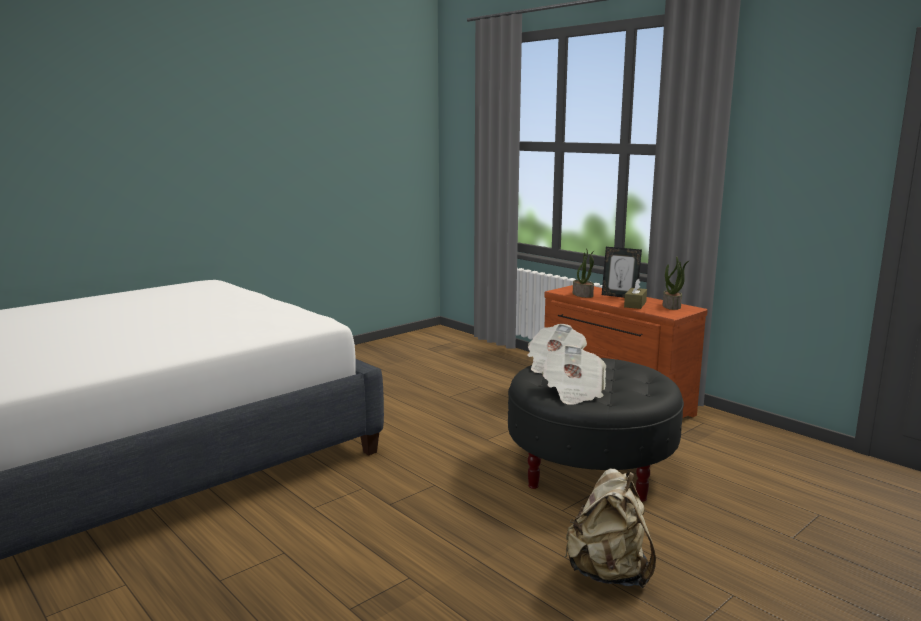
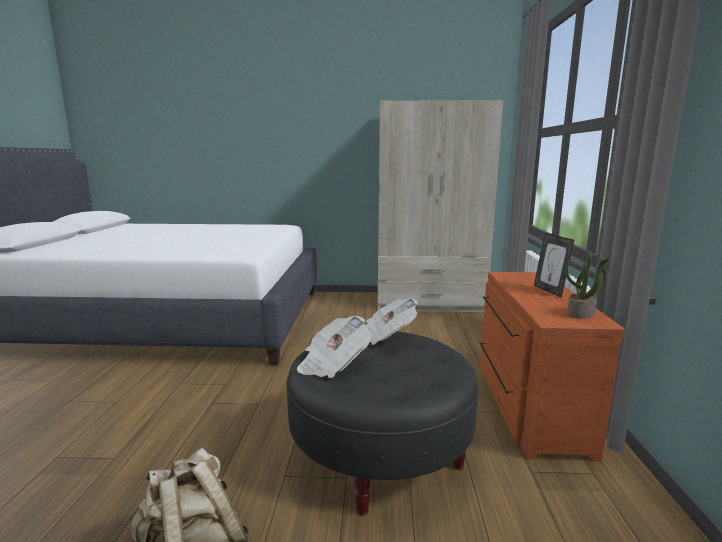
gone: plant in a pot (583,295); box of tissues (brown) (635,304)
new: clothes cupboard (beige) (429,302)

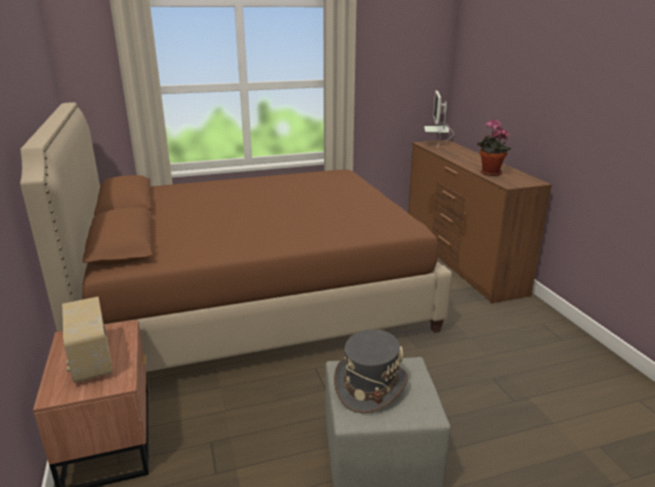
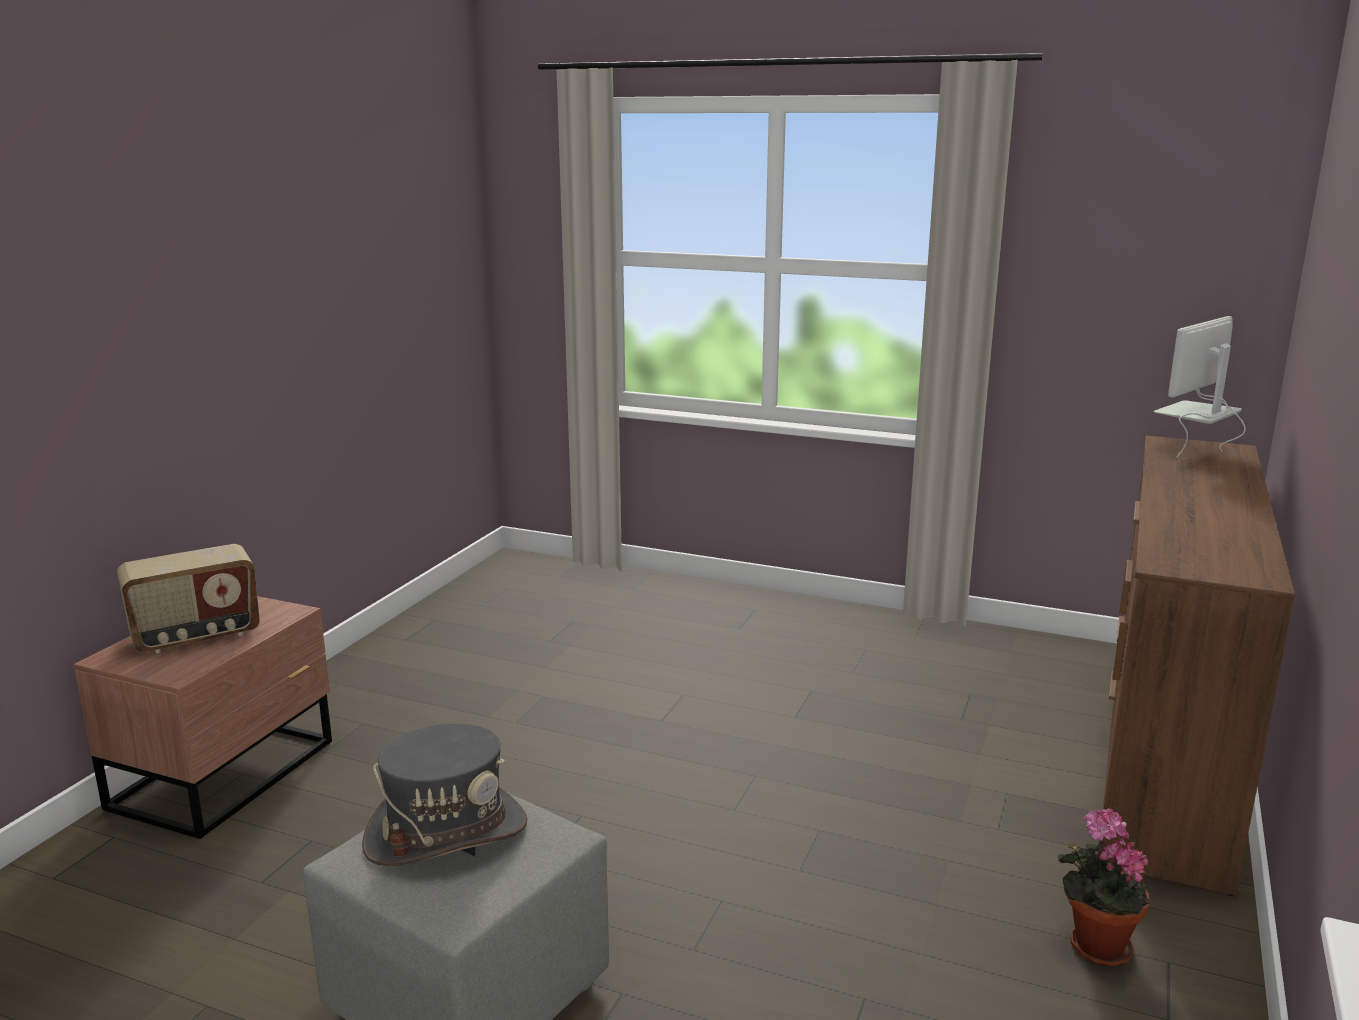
gone: sleeping bed (brown) (254,300)
shifted: plant in a pot (489,173) to (1094,946)
rotated: radio (90,361) = (196,637) 135 degrees counterclockwise

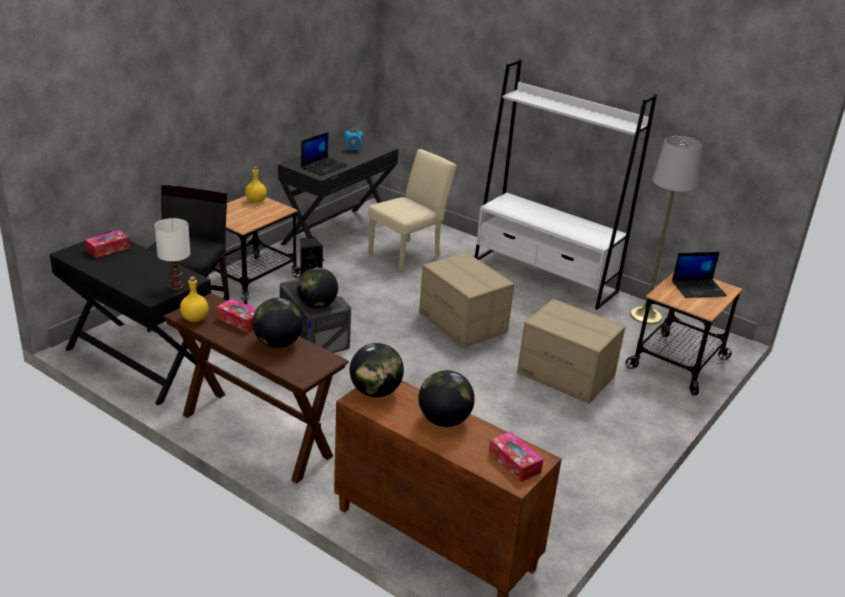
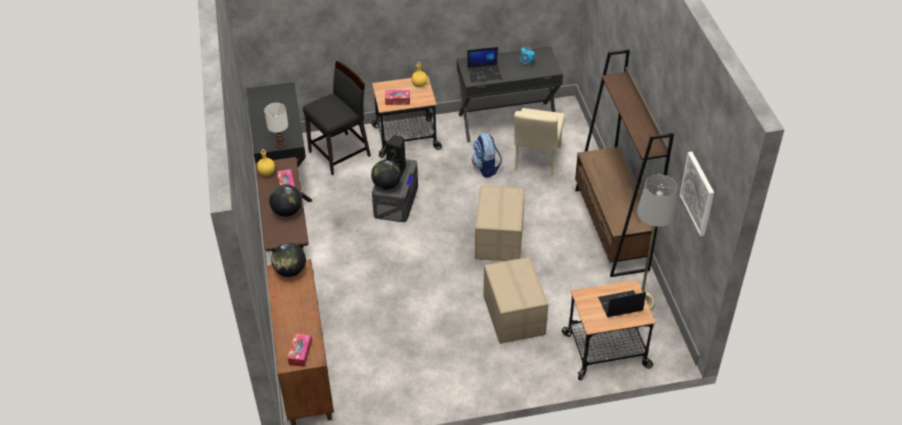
gone: world globe (444,420)
new: rucksack (486,168); picture (698,193)
shifted: box of tissues (108,249) to (397,100)
repainted: bookcase (whitish) (545,276) to bookcase (brown) (611,229)
rotated: plain chair (beige) (408,253) = (536,161) 105 degrees clockwise; notebook computer (698,288) = (620,305) 135 degrees clockwise

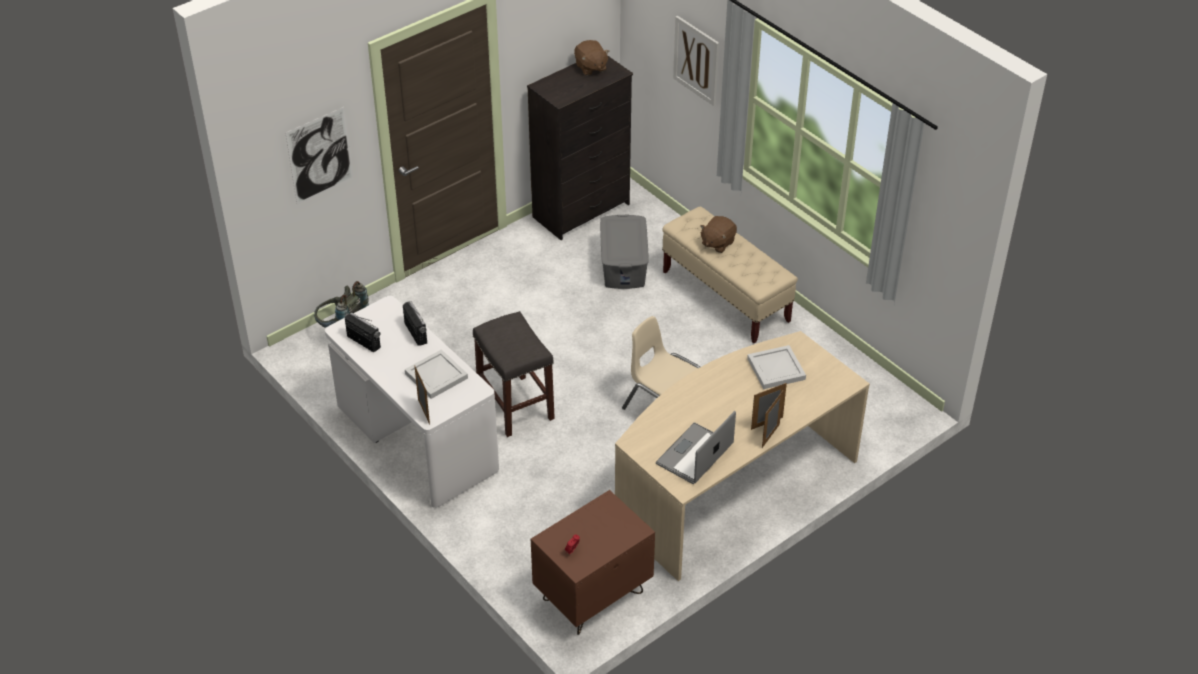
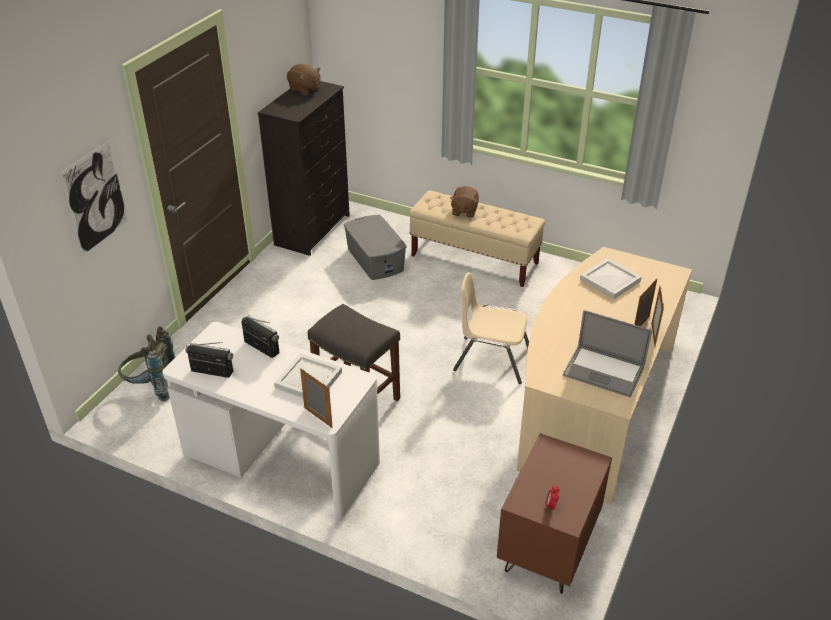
gone: picture (696,60)
rotated: notebook computer (694,454) = (603,371) 75 degrees counterclockwise

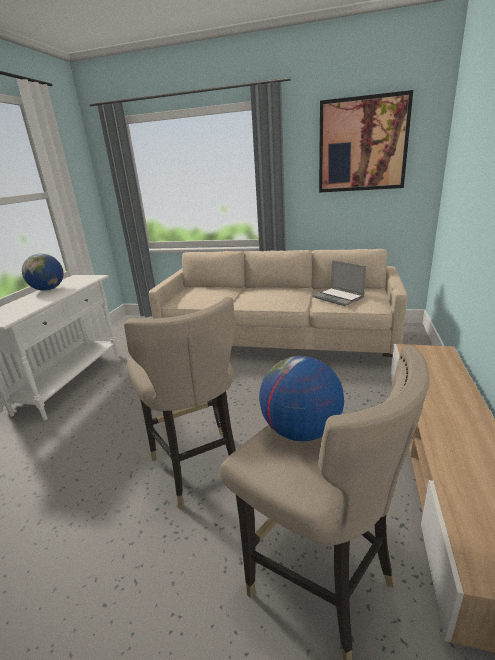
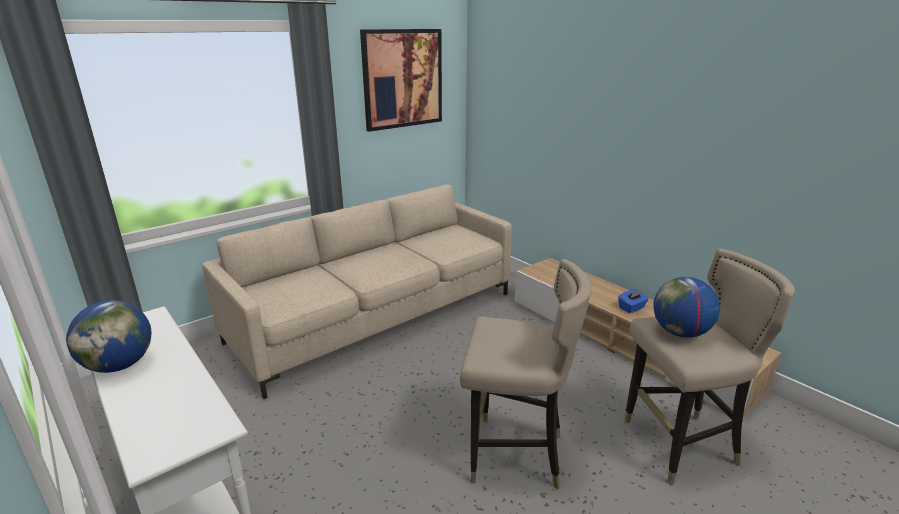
gone: notebook computer (339,298)
new: box of tissues (blue-coloured) (632,308)

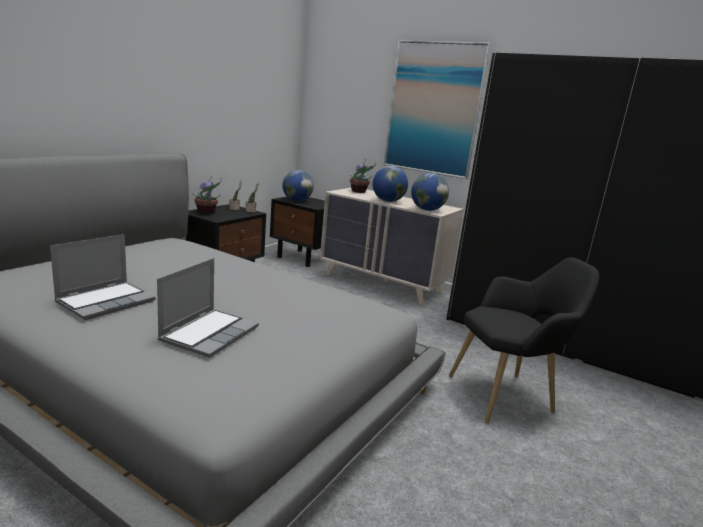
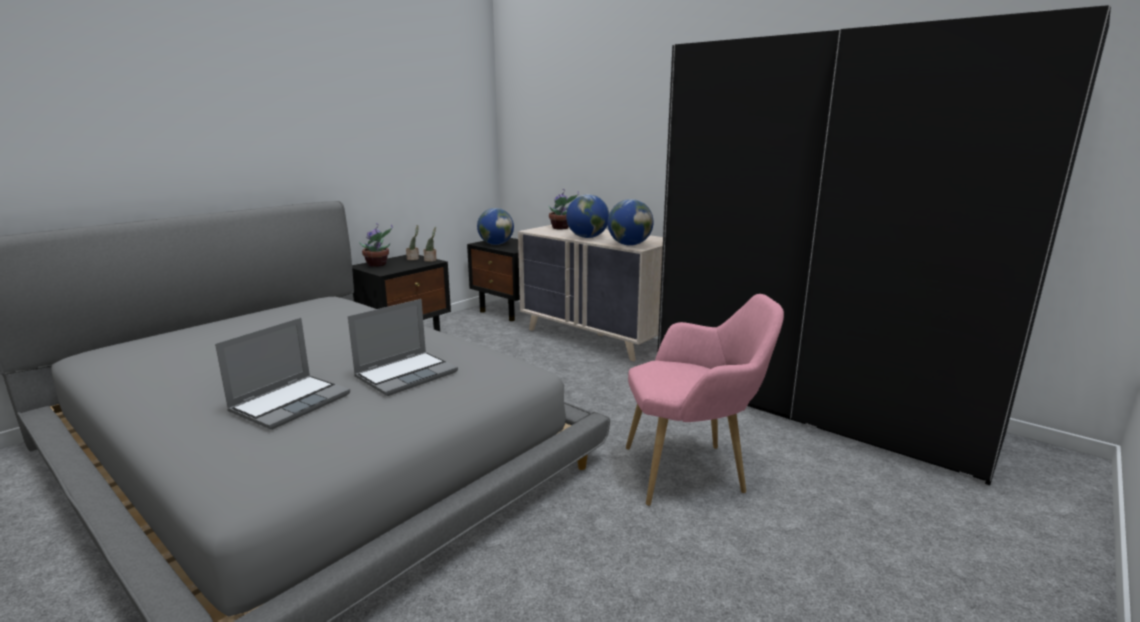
gone: picture (433,109)
shifted: notebook computer (106,301) to (407,374)
repainted: armchair (black-coloured) (507,396) to armchair (pink-coloured) (692,471)

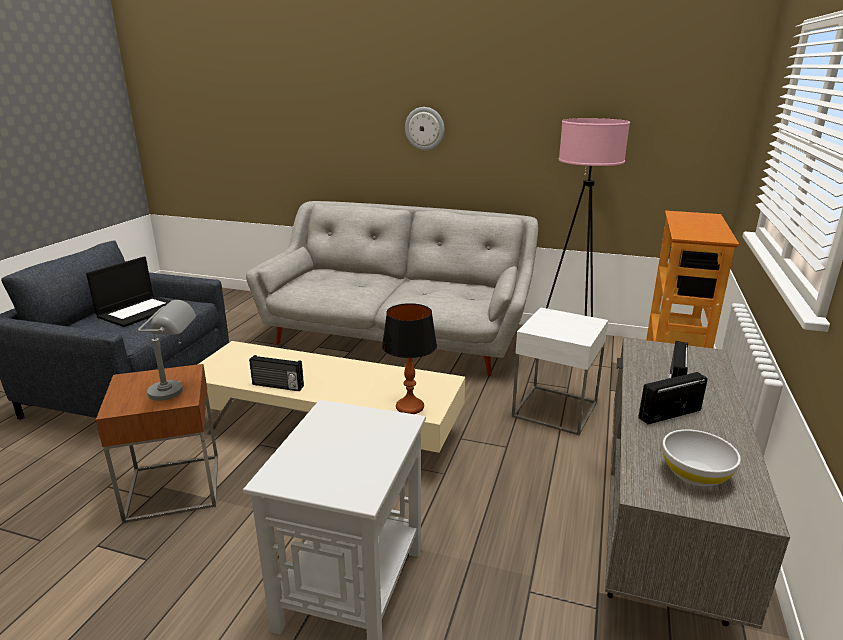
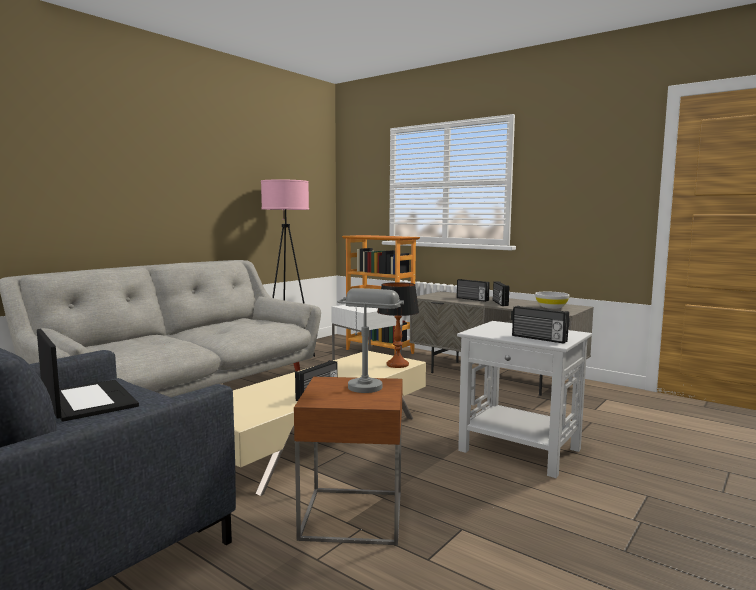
gone: hanging clock (424,128)
new: radio (538,338)

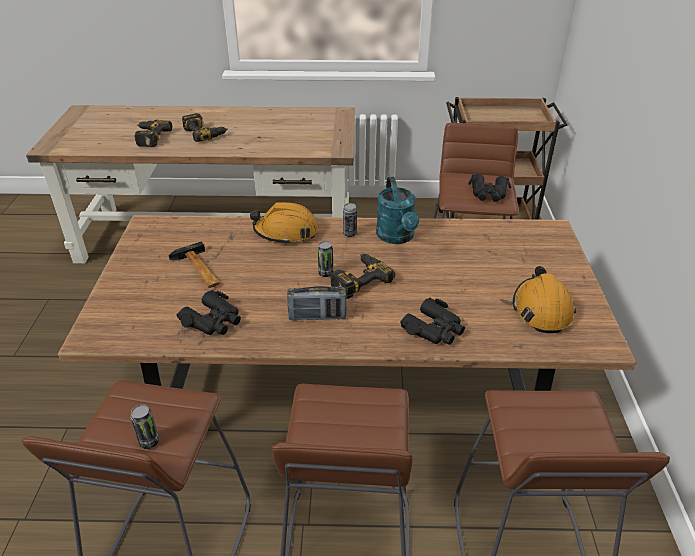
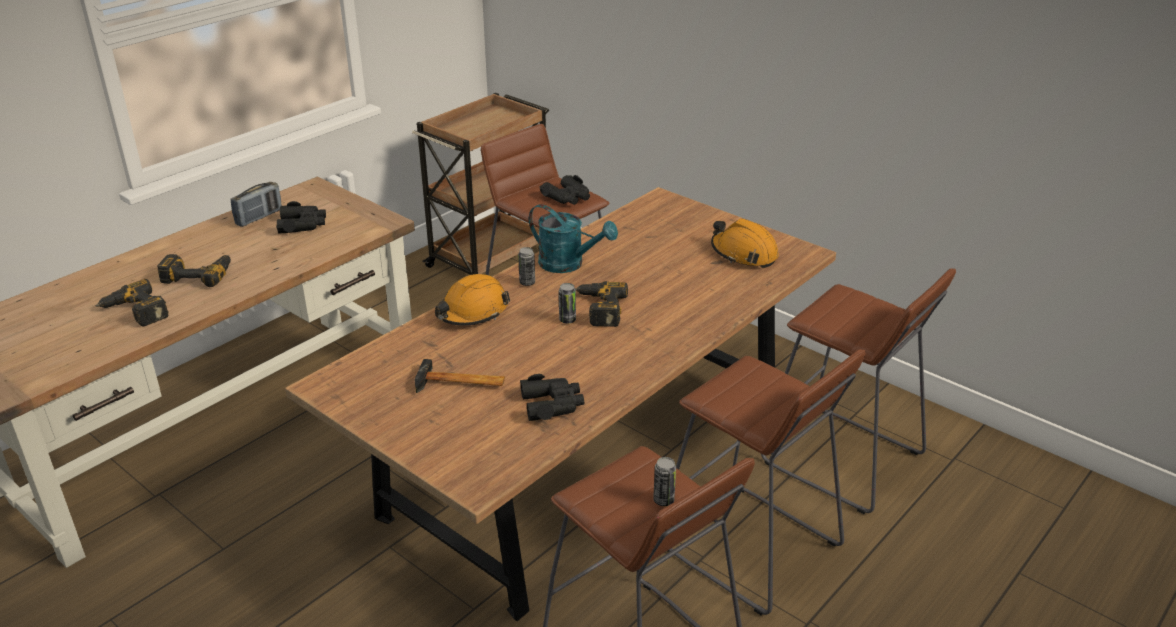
shifted: radio (317,316) to (259,217); field glasses (black-coloured) (434,329) to (302,224)

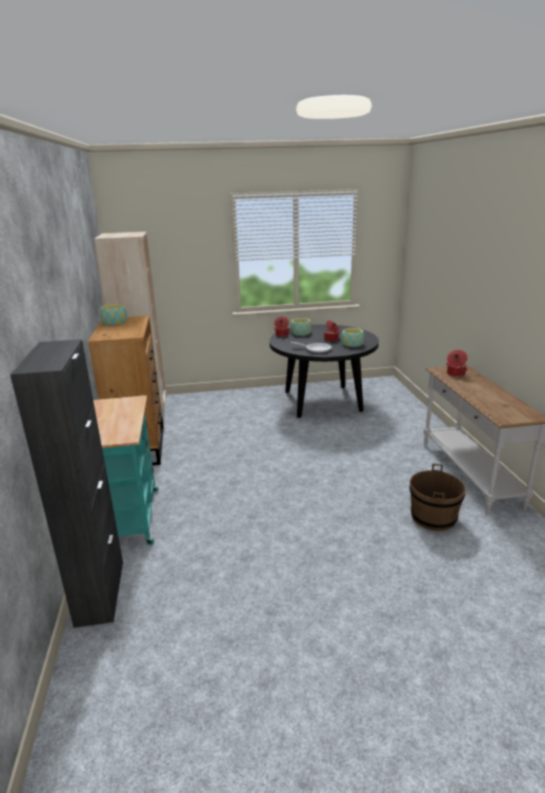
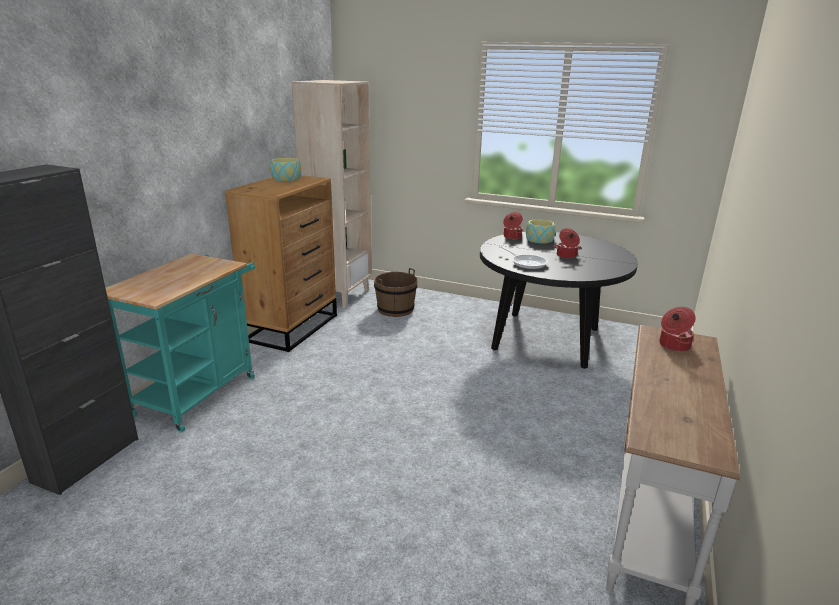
gone: serving bowl (352,343)
shifted: water bucket (brown) (433,517) to (395,309)

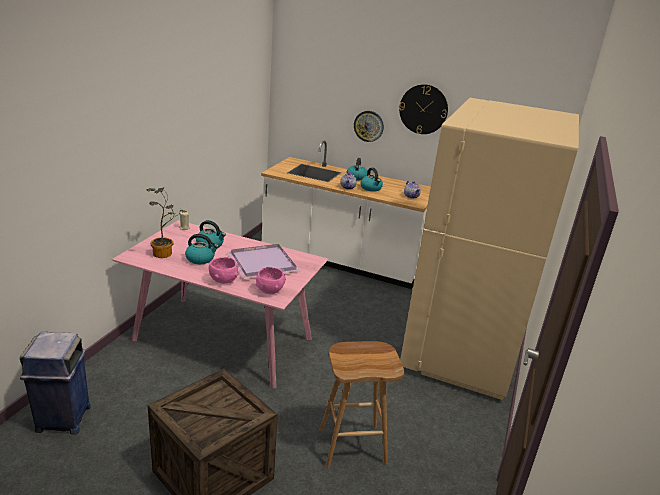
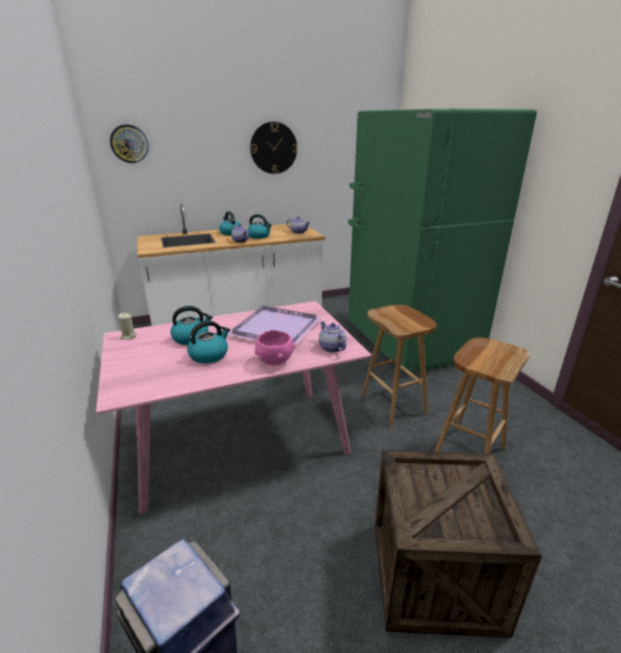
gone: plant in a pot (165,254)
new: sitting stool (brown) (394,405)
shifted: hanging clock (368,126) to (129,144)
swapped: serving bowl (pink-coloured) (269,291) to teapot (331,348)
repainted: fridge (beige) (461,350) to fridge (greenish) (410,341)

